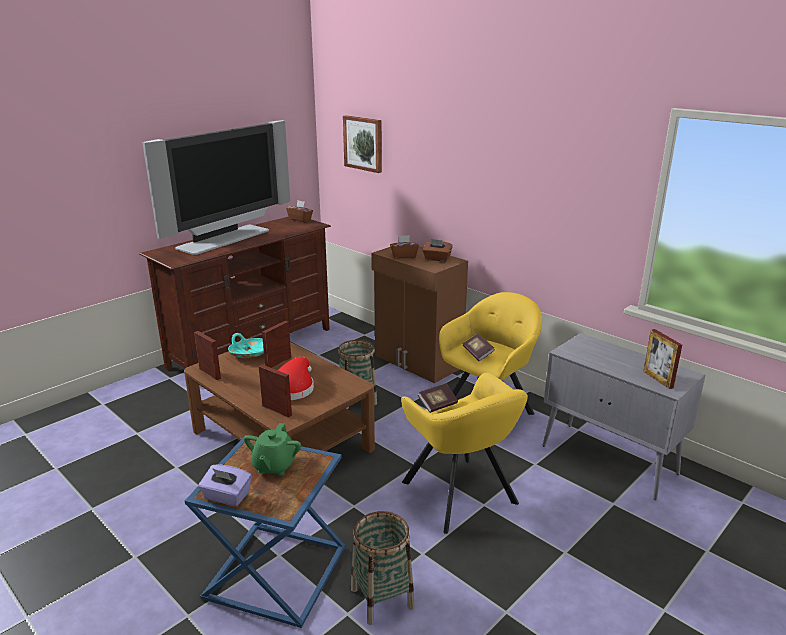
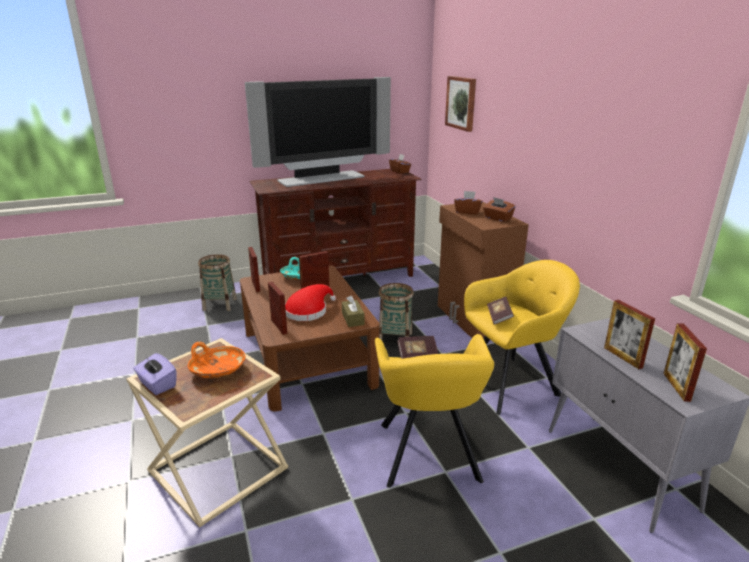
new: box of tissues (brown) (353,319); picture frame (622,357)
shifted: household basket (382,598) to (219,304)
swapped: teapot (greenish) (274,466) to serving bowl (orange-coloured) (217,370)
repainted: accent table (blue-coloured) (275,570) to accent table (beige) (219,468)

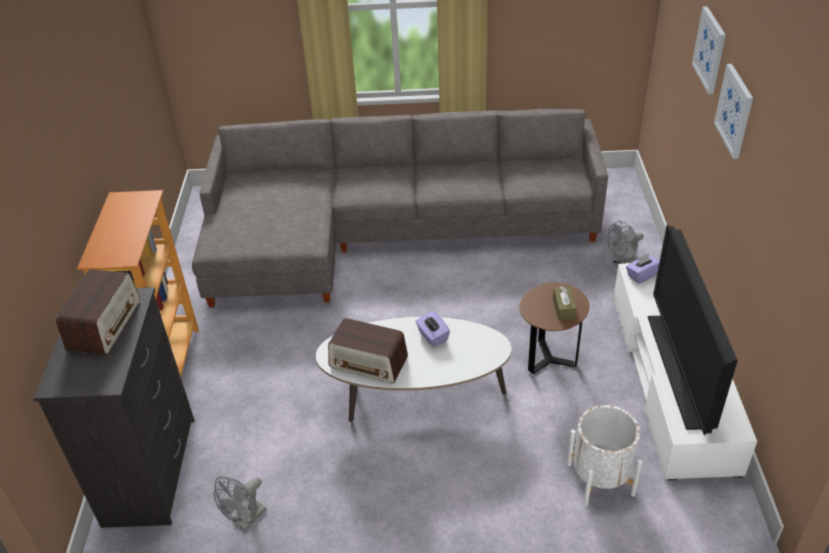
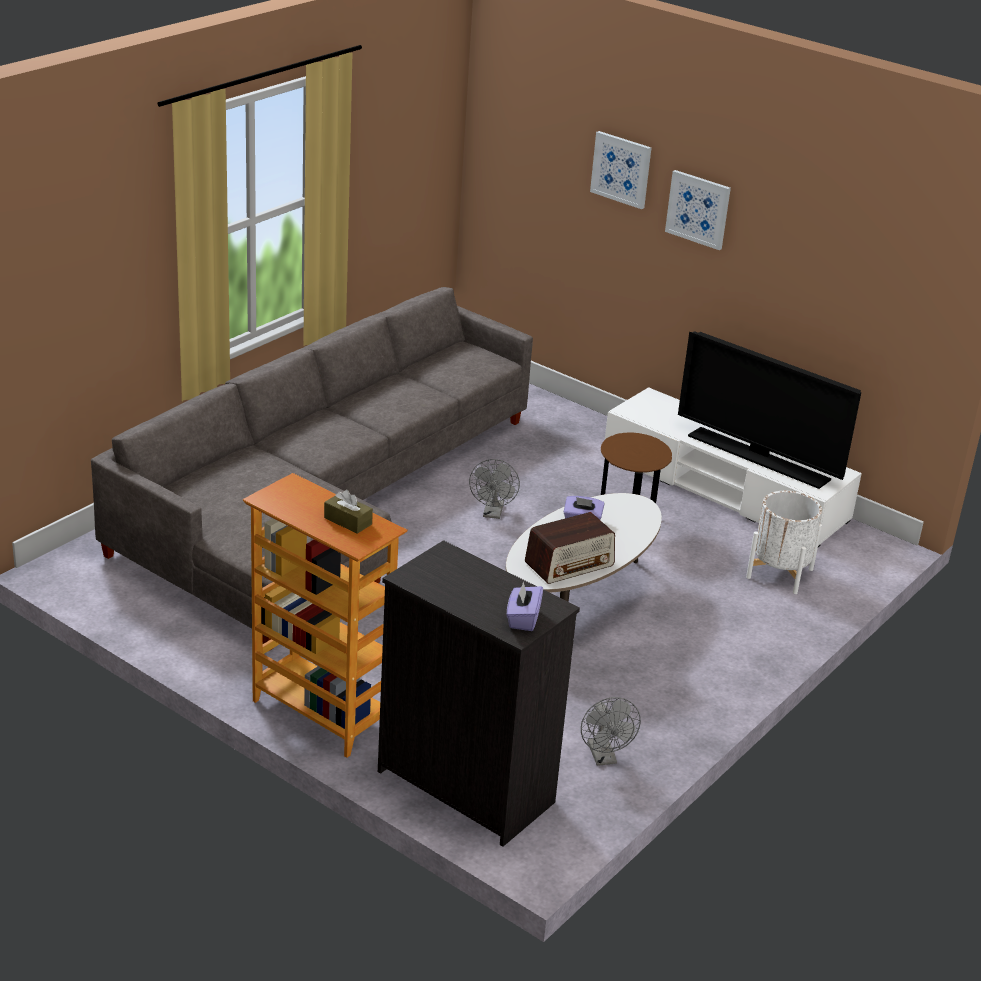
gone: radio (105,324)
shifted: cooling fan (grey) (622,264) to (493,513); box of tissues (purple) (642,275) to (523,619); box of tissues (brown) (564,308) to (348,521)

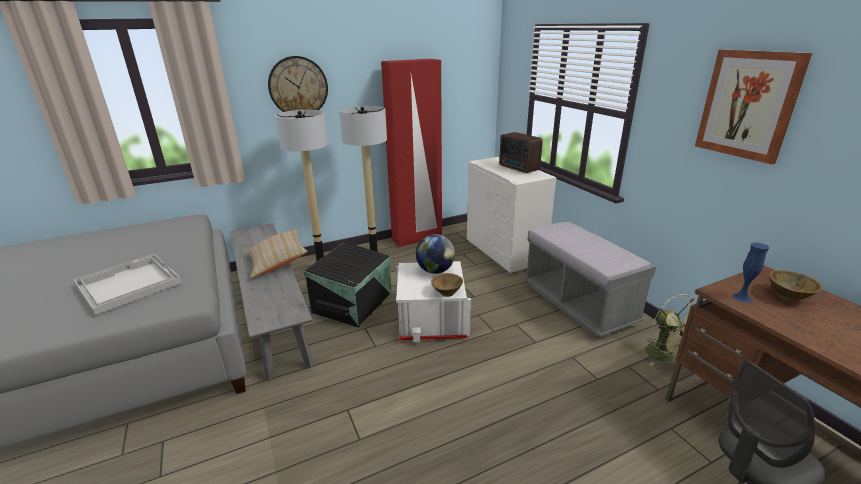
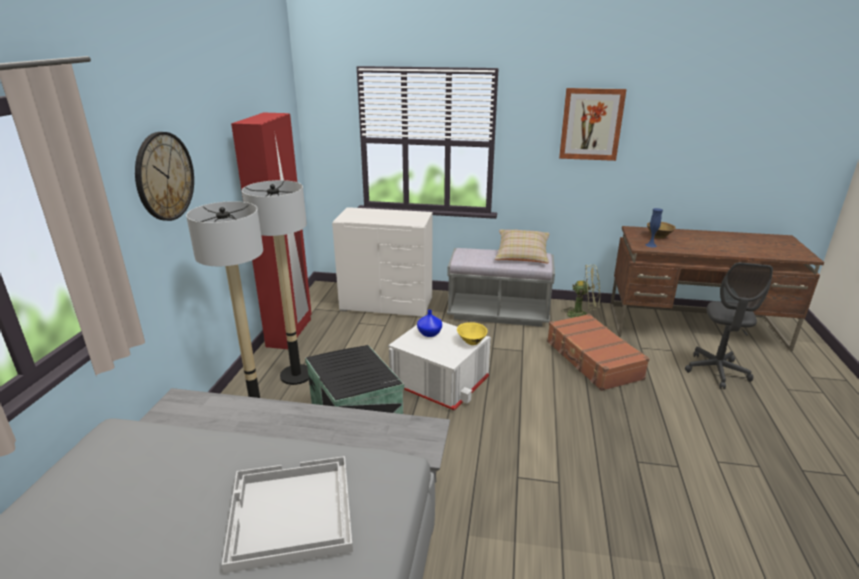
gone: radio (519,168)
new: suitcase (brown) (592,360)
shifted: pillow (beige) (277,262) to (522,256)
swapped: world globe (435,271) to decorative vase (blue-coloured) (429,333)
repainted: serving bowl (brown) (447,292) to serving bowl (yellowish) (471,341)

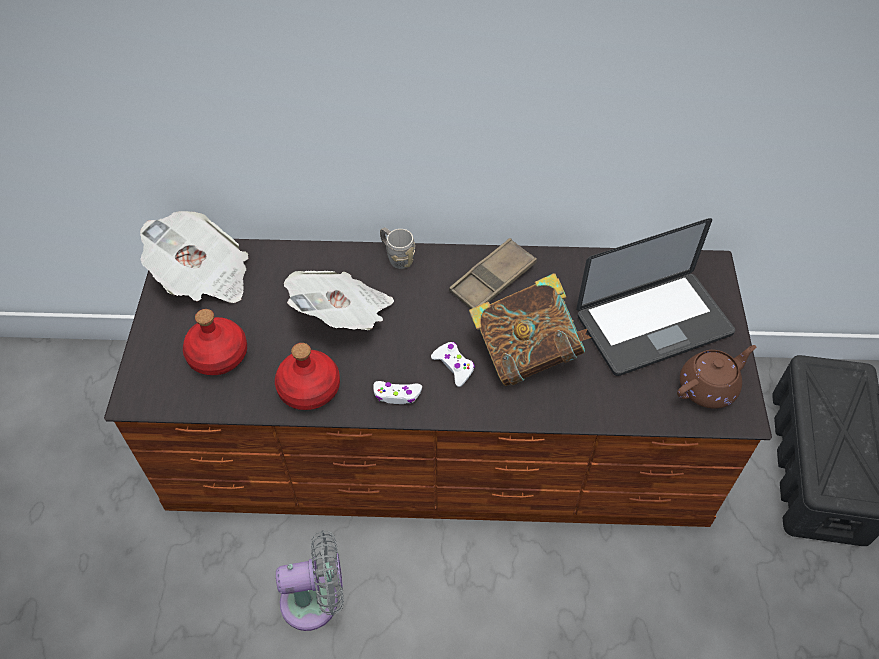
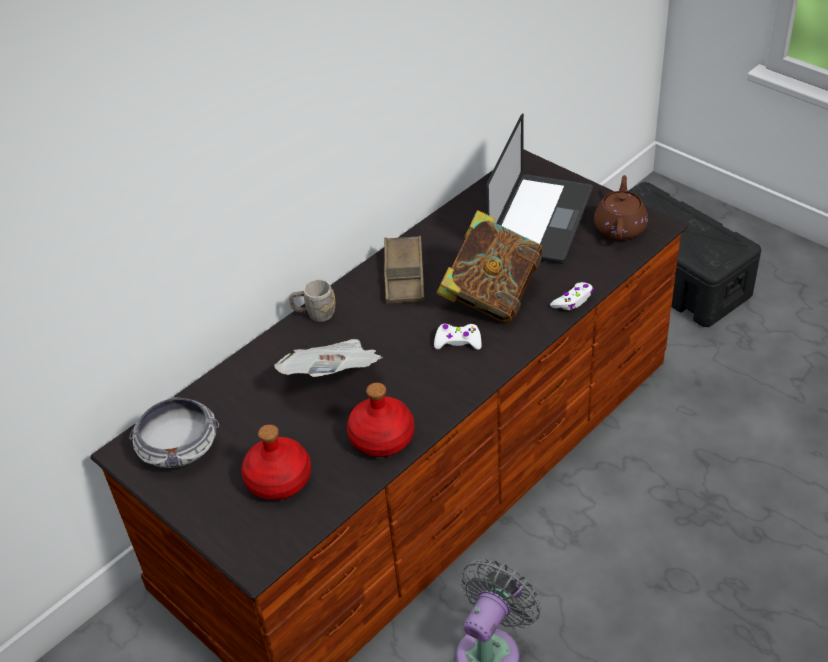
shifted: game controller (whitish) (397,395) to (573,301)
swapped: newspaper (203,277) to serving bowl (179,446)

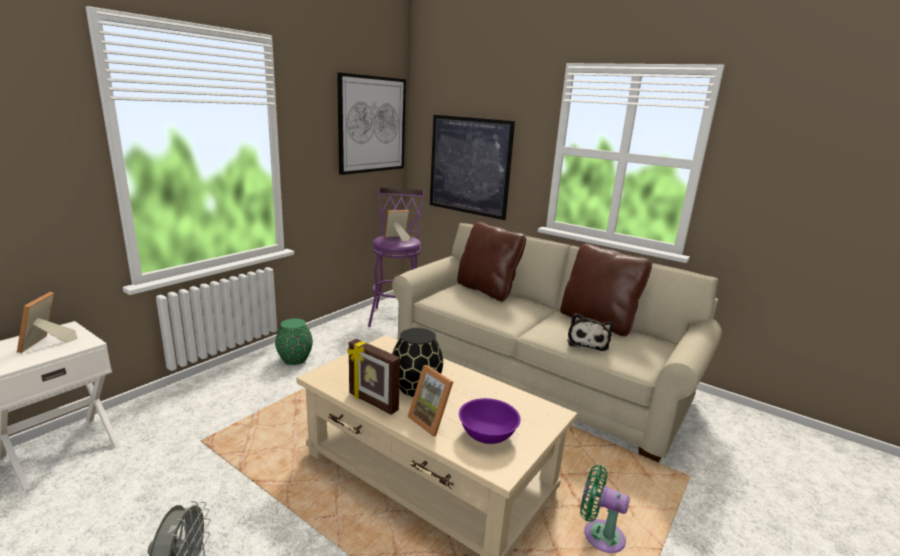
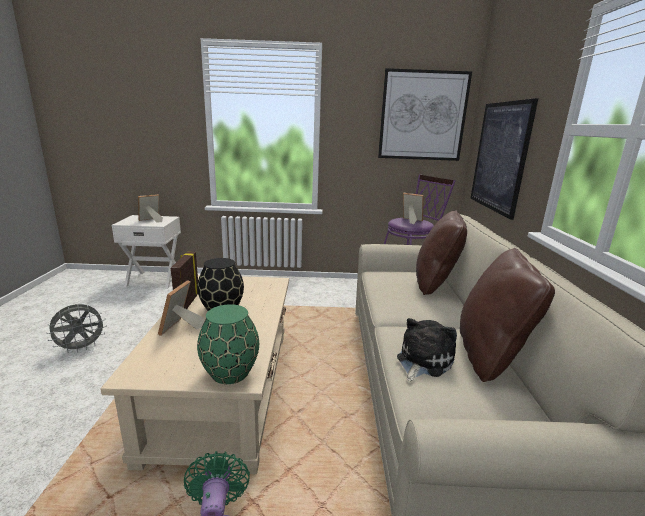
gone: serving bowl (purple) (487,434)
shifted: decorative vase (greenish) (295,360) to (230,373)
rotated: cuddly toy (587,342) = (422,361) 150 degrees clockwise

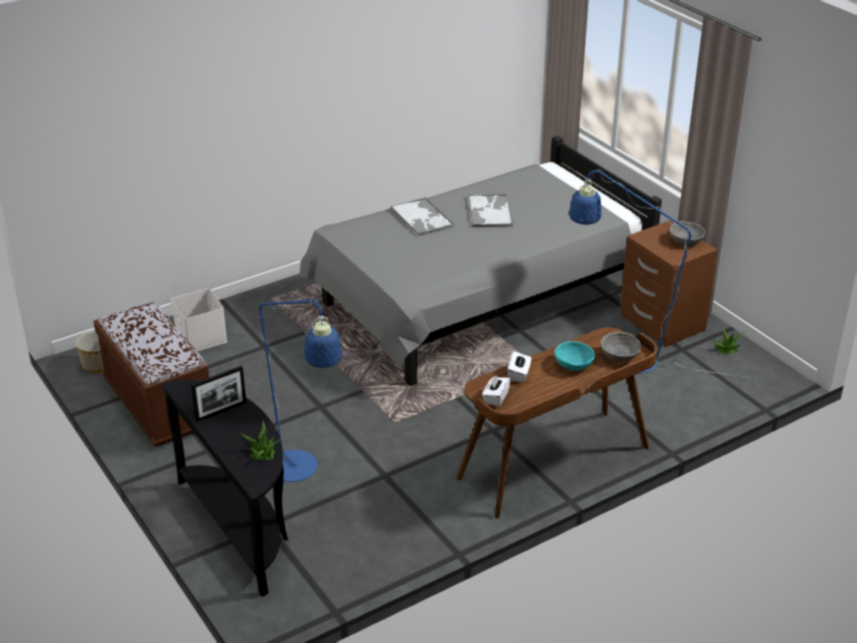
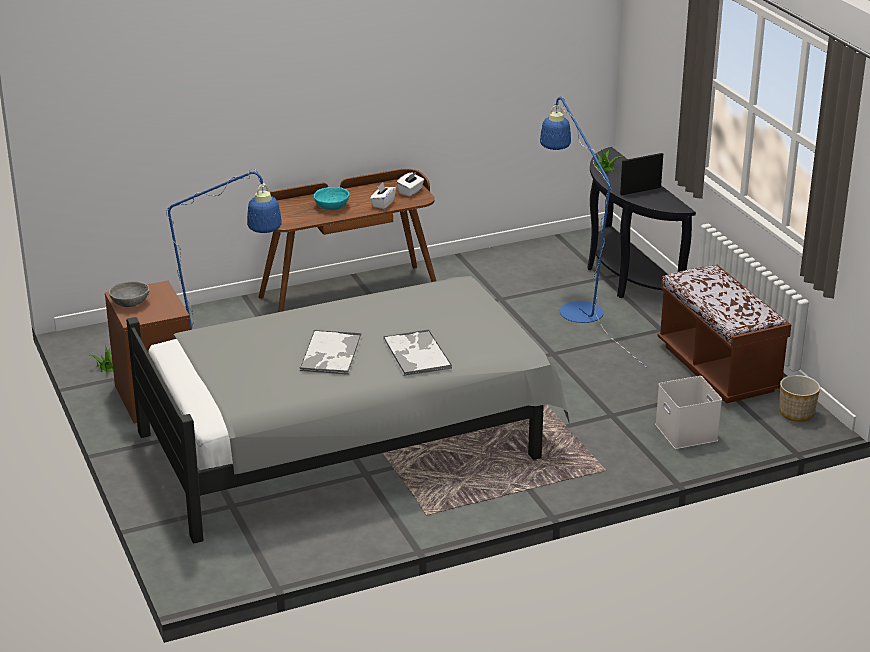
gone: serving bowl (grey) (619,355)

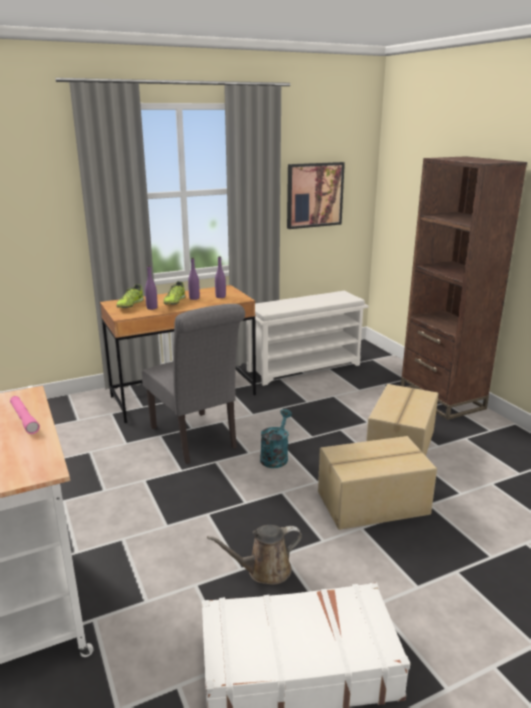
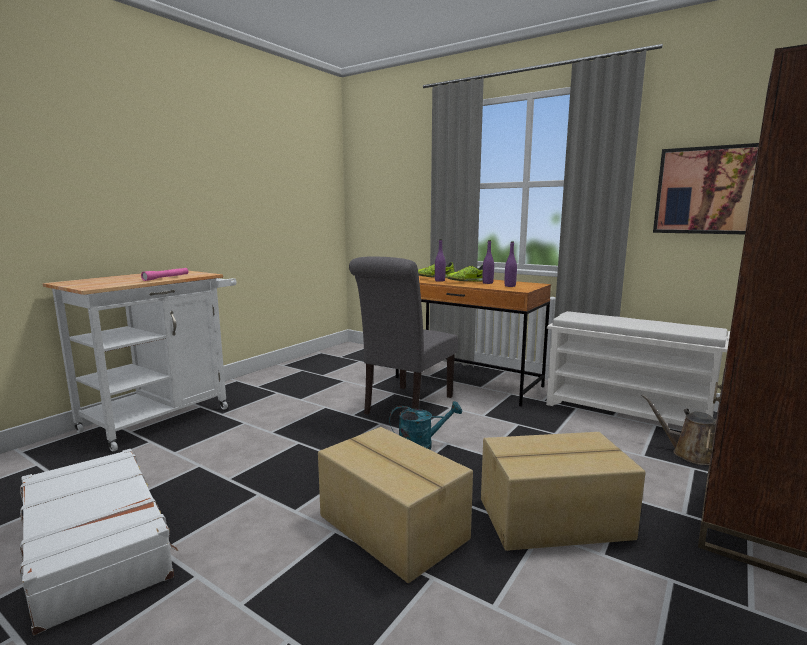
shifted: watering can (brown) (264,570) to (690,454)

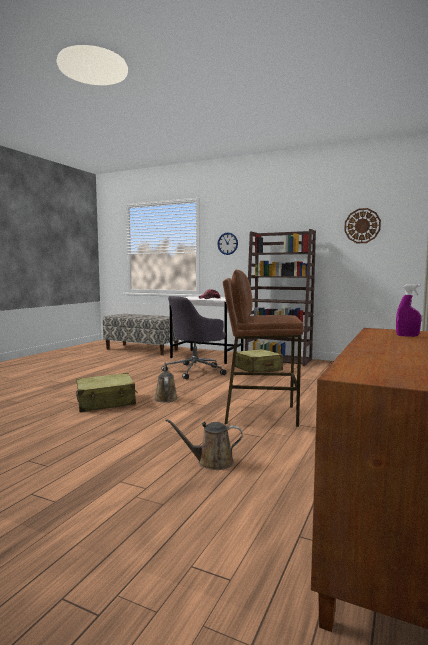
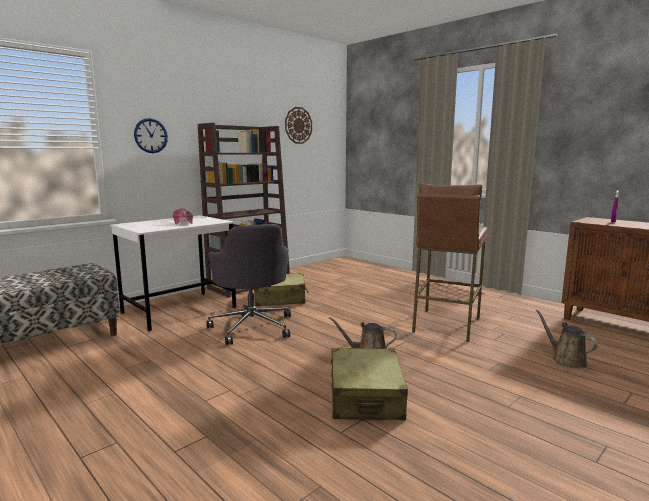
rotated: watering can (brown) (211,462) = (566,360) 135 degrees clockwise

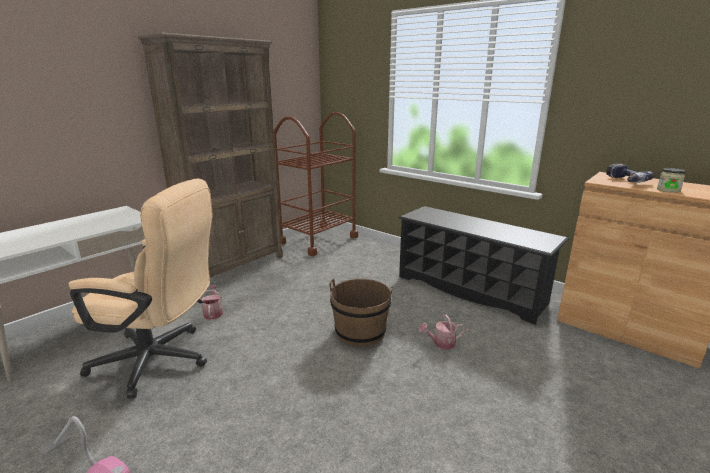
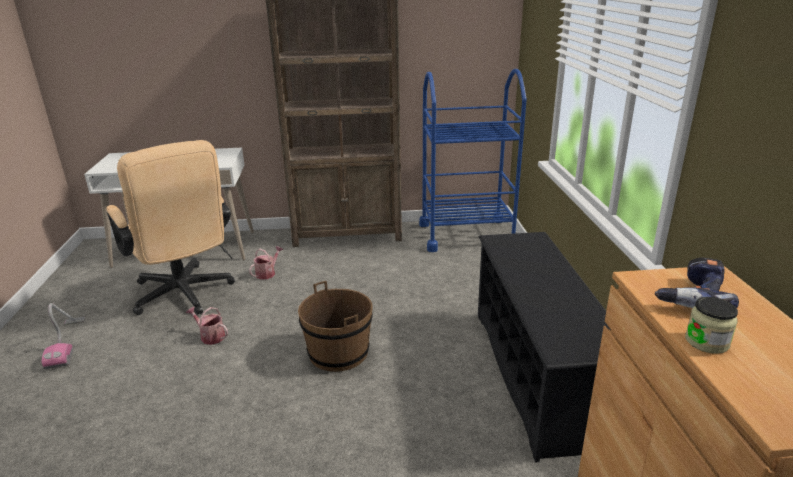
shifted: watering can (441,343) to (210,336)
repainted: wheeled cart (brown) (318,240) to wheeled cart (blue-coloured) (466,235)

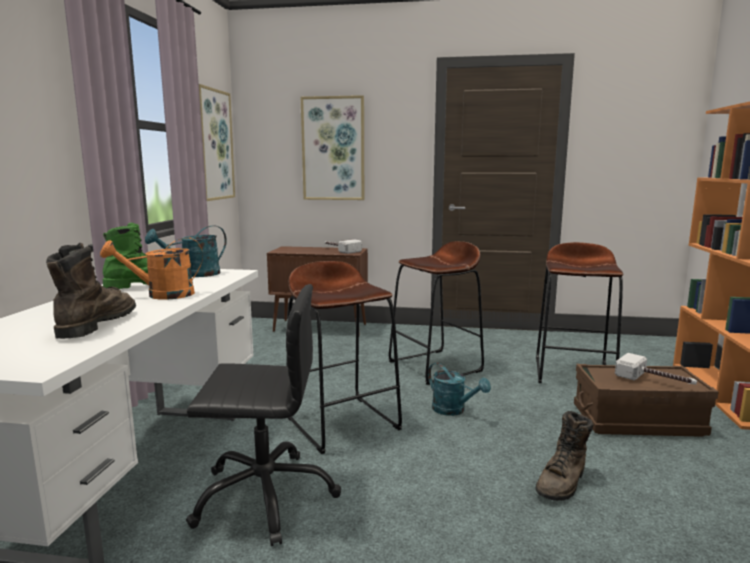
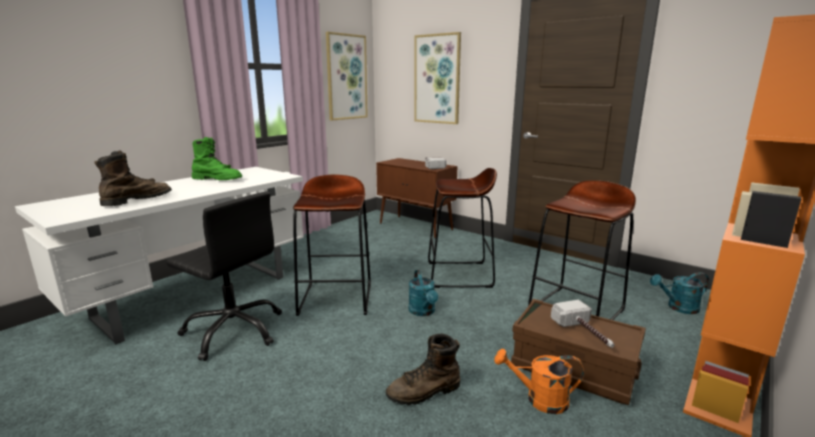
shifted: watering can (turquoise-coloured) (194,274) to (678,308); watering can (orange-coloured) (162,295) to (539,400)

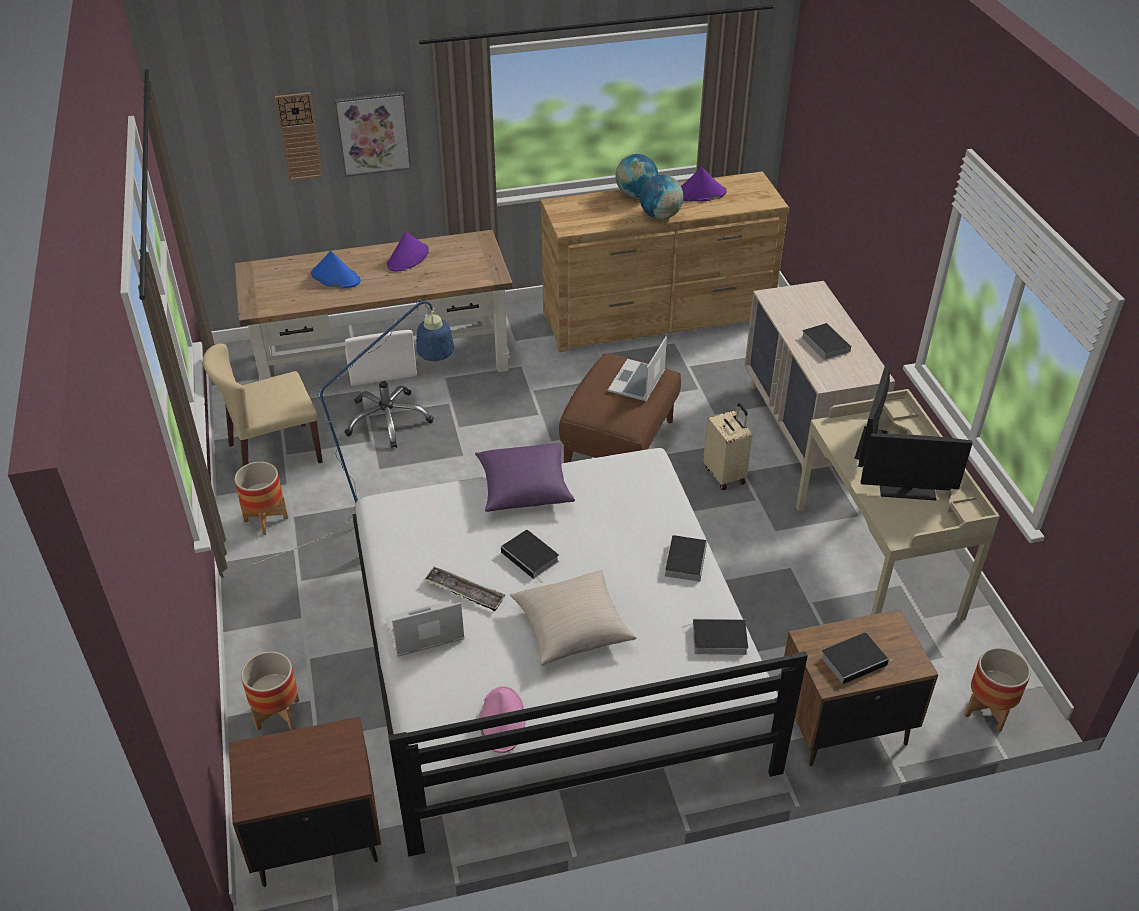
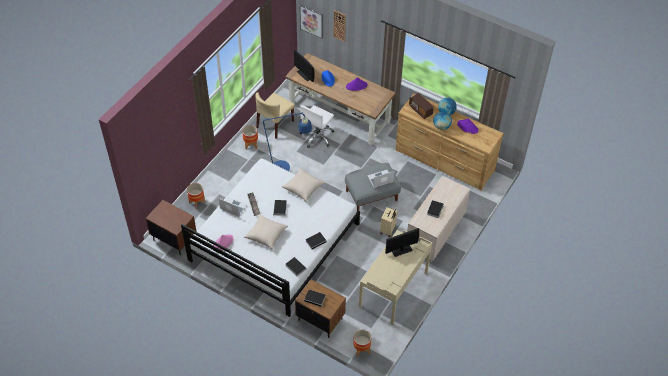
new: radio (420,110)
shifted: picture (373,133) to (312,20); computer display (907,490) to (304,74)
repainted: pouffe (brown) (618,443) to pouffe (grey) (371,195); pillow (purple) (524,488) to pillow (beige) (303,188)
rotated: plain chair (beige) (274,454) = (275,124) 75 degrees counterclockwise

